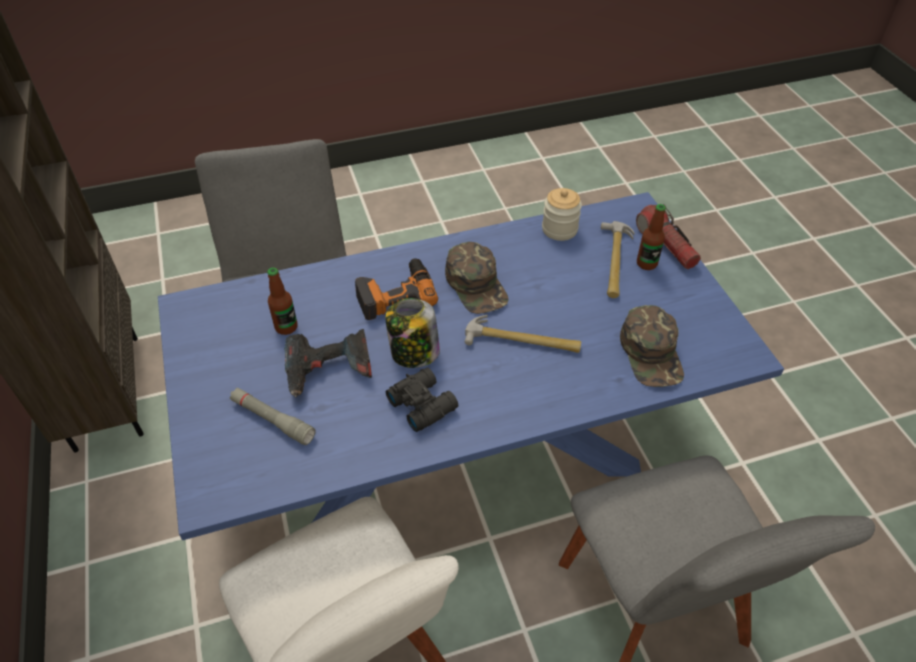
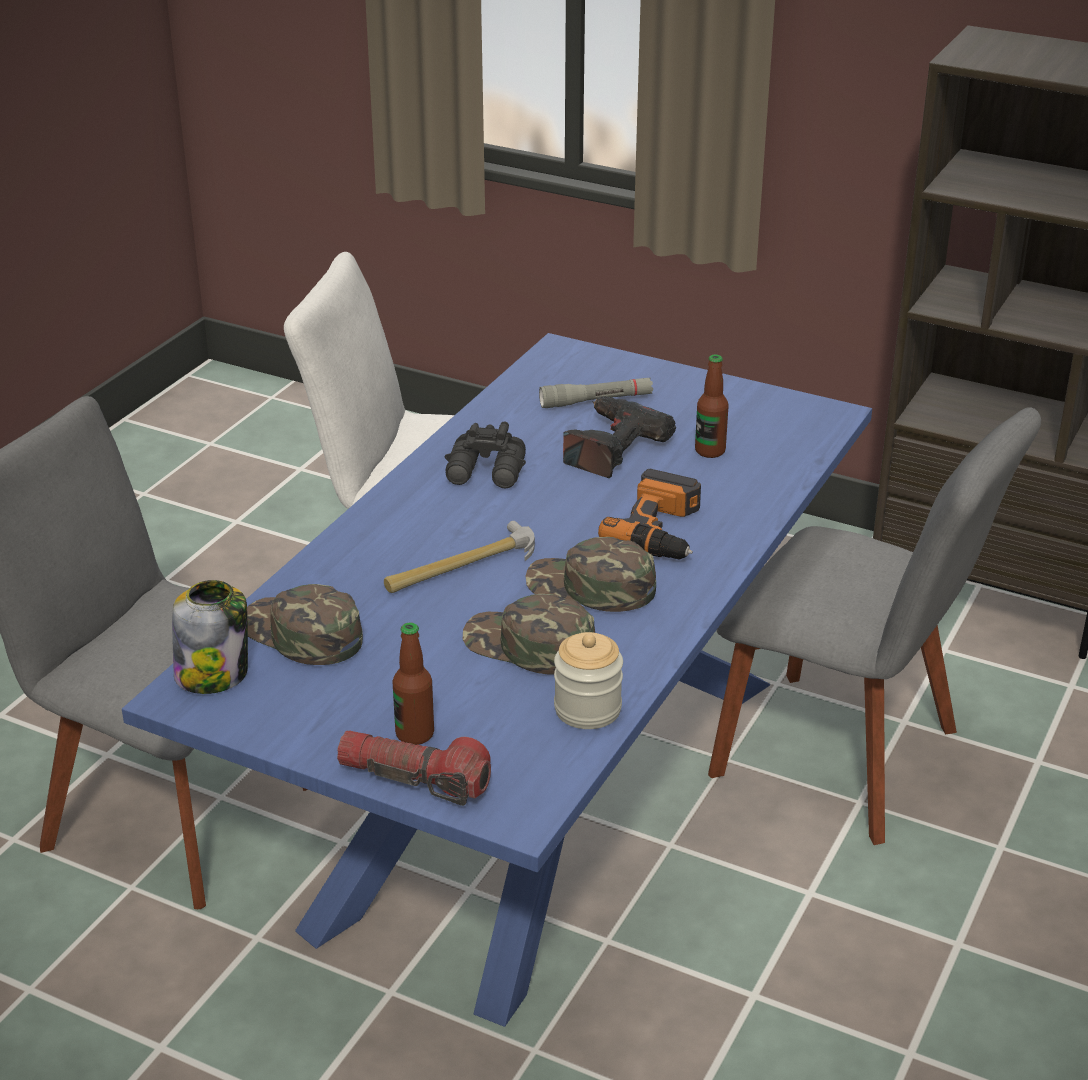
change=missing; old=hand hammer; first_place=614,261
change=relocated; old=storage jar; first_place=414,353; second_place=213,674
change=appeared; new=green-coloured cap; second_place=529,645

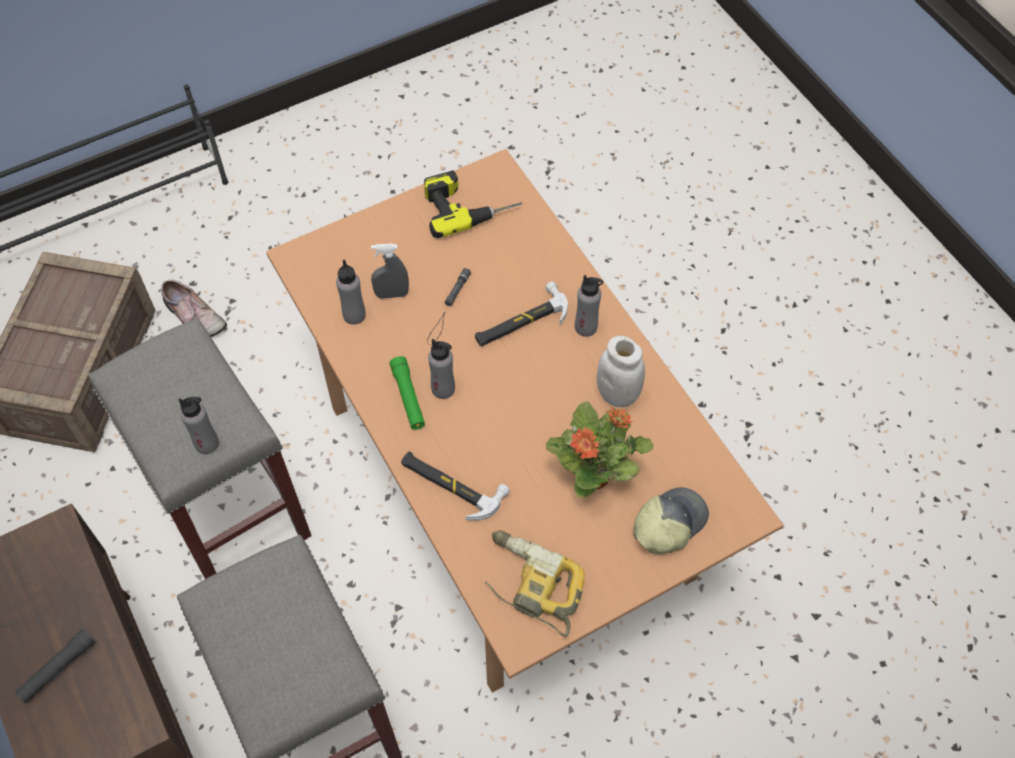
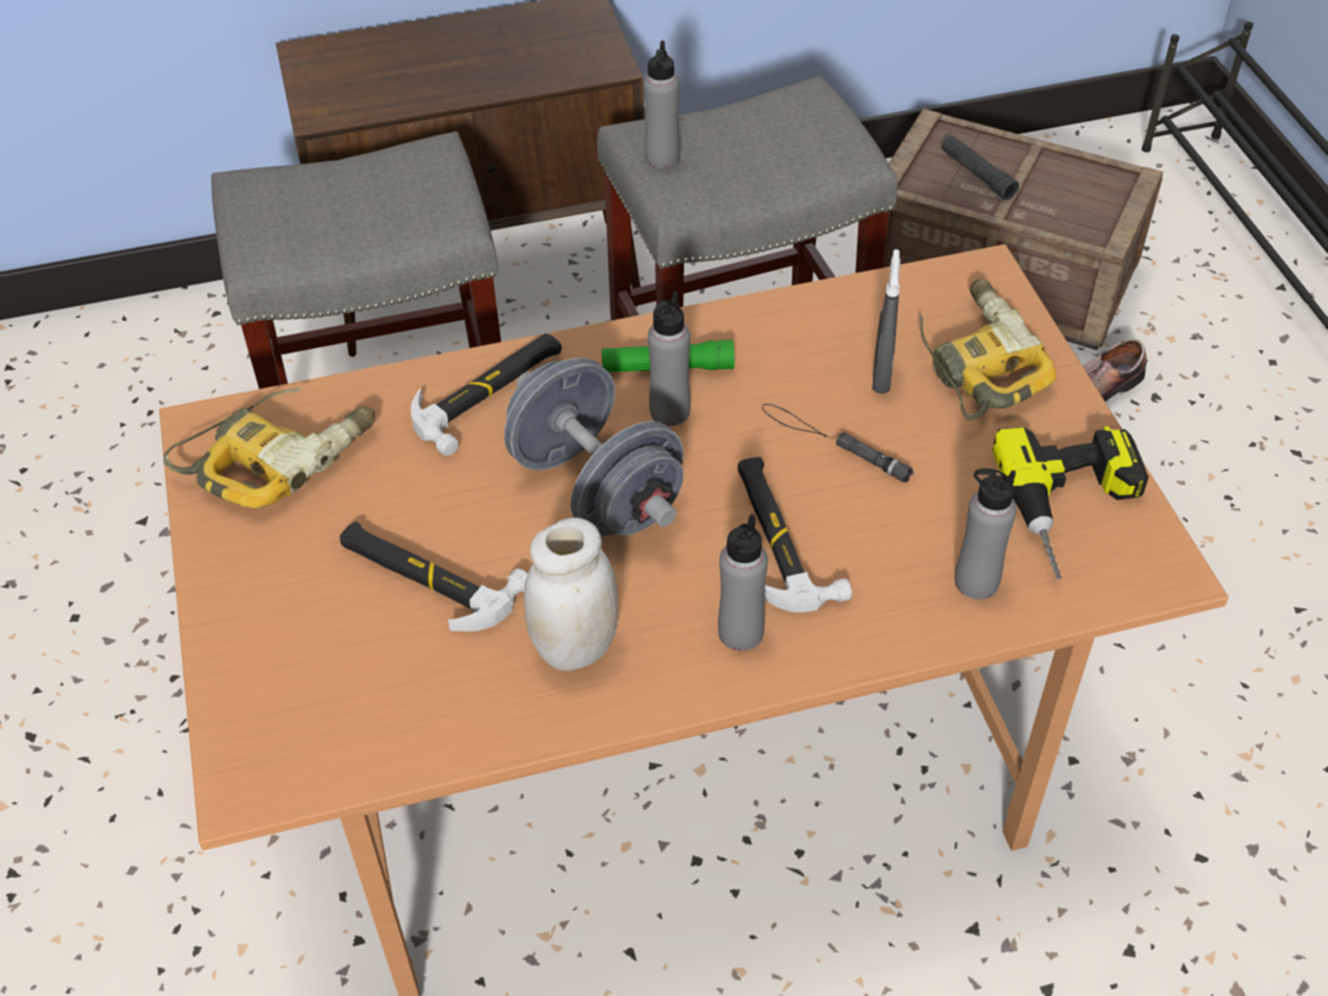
change=relocated; old=grey drink bottle; first_place=354,315; second_place=976,581
change=exchanged; old=houseplant; new=hand hammer; first_place=594,475; second_place=427,576
change=missing; old=cap; first_place=668,524
change=relocated; old=blackish torch; first_place=58,669; second_place=977,175
change=appeared; new=power drill; second_place=974,361
change=appeared; new=grey dumbbell; second_place=596,489

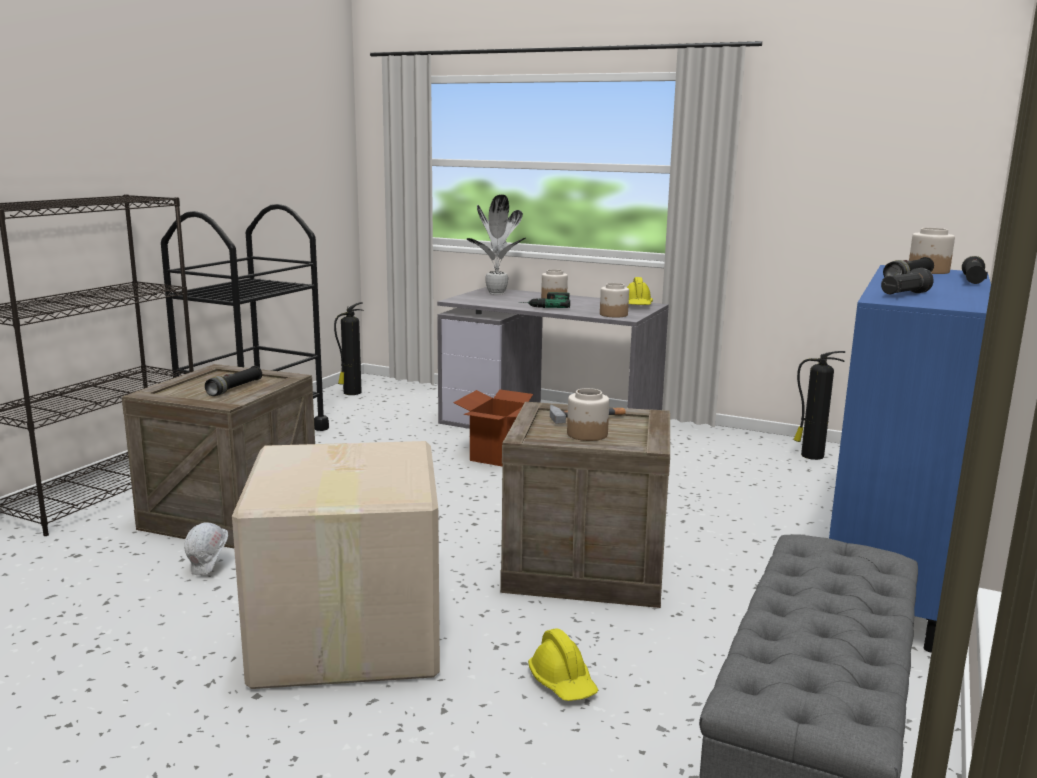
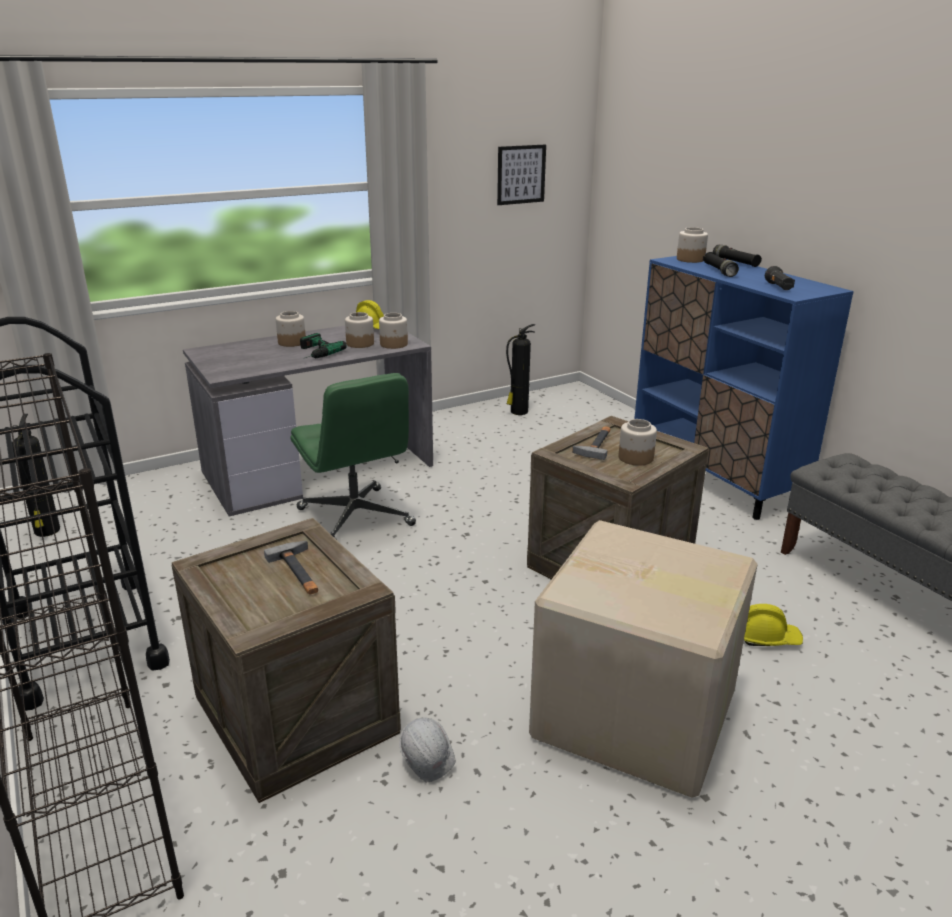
change=missing; old=houseplant; first_place=496,293
change=exchanged; old=blackish torch; new=hand hammer; first_place=235,388; second_place=300,572
change=exchanged; old=cardboard box; new=green-coloured computer chair; first_place=499,456; second_place=356,518
change=appeared; new=wall picture; second_place=521,174
change=appeared; new=storage jar; second_place=360,343

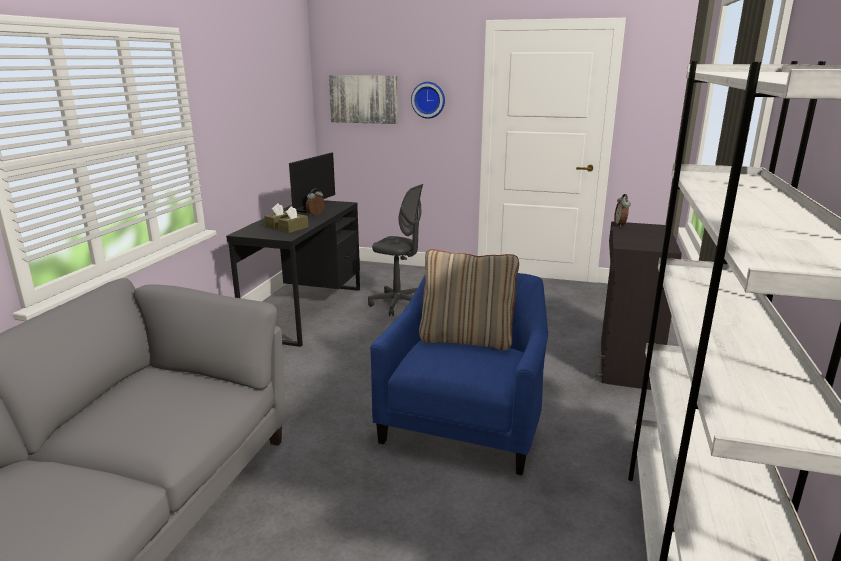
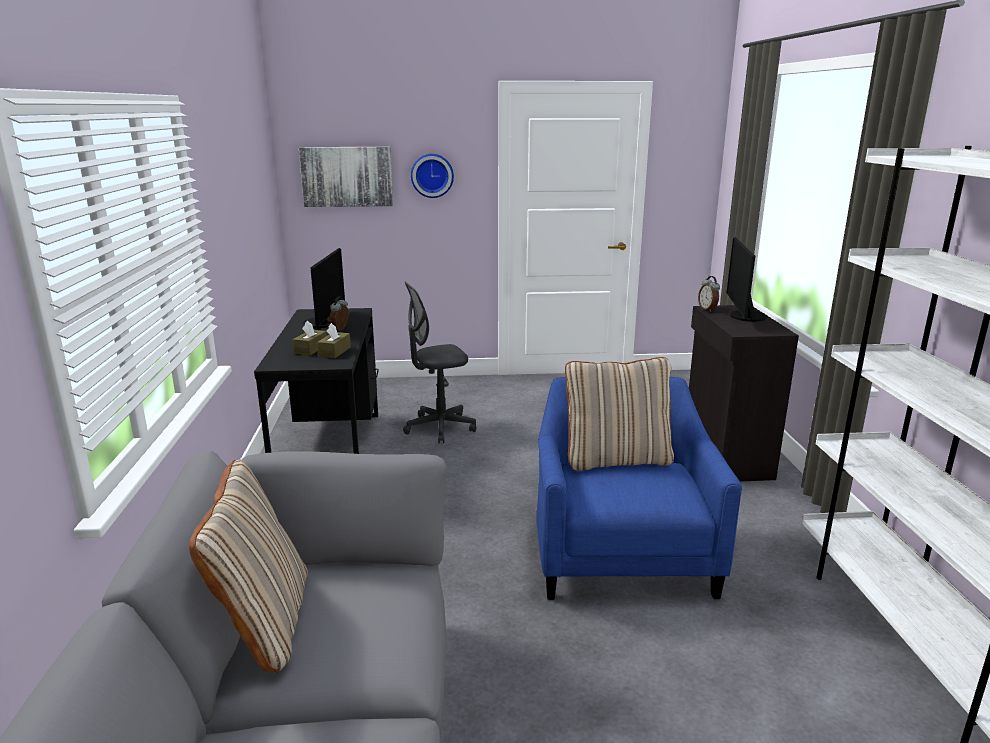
change=spun; old=grey computer chair; first_place=398,304; second_place=440,428; degrees=150
change=appeared; new=monitor; second_place=743,316
change=appeared; new=sand-coloured pillow; second_place=264,622

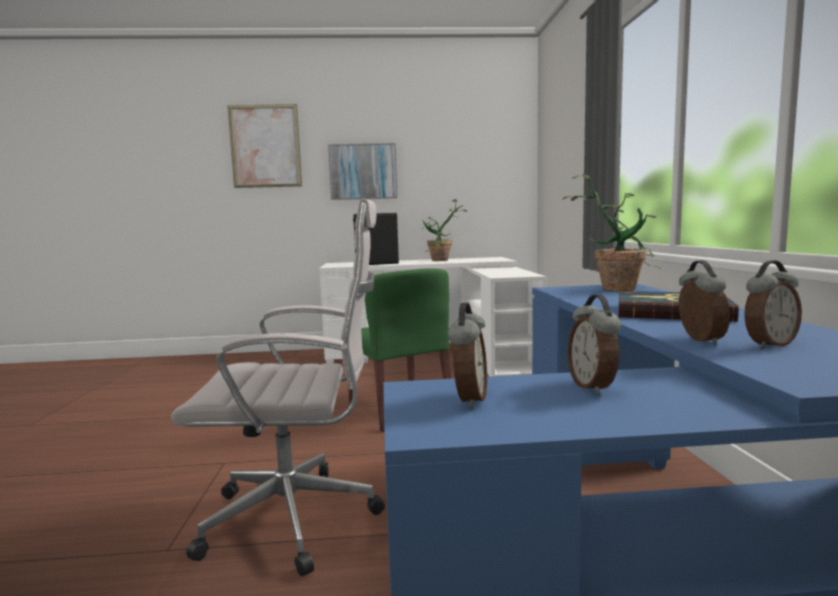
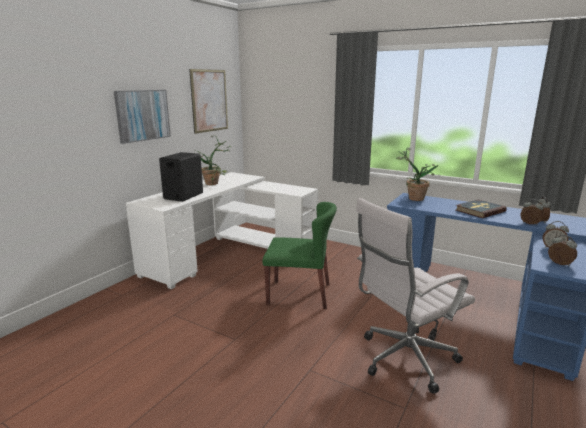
change=relocated; old=wall picture; first_place=265,146; second_place=209,100
change=spun; old=white computer chair; first_place=299,518; second_place=403,360; degrees=-150

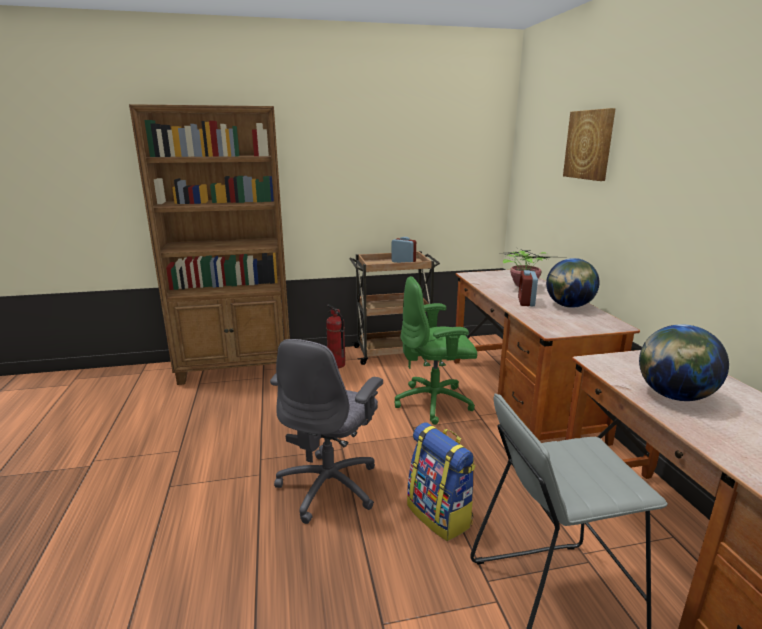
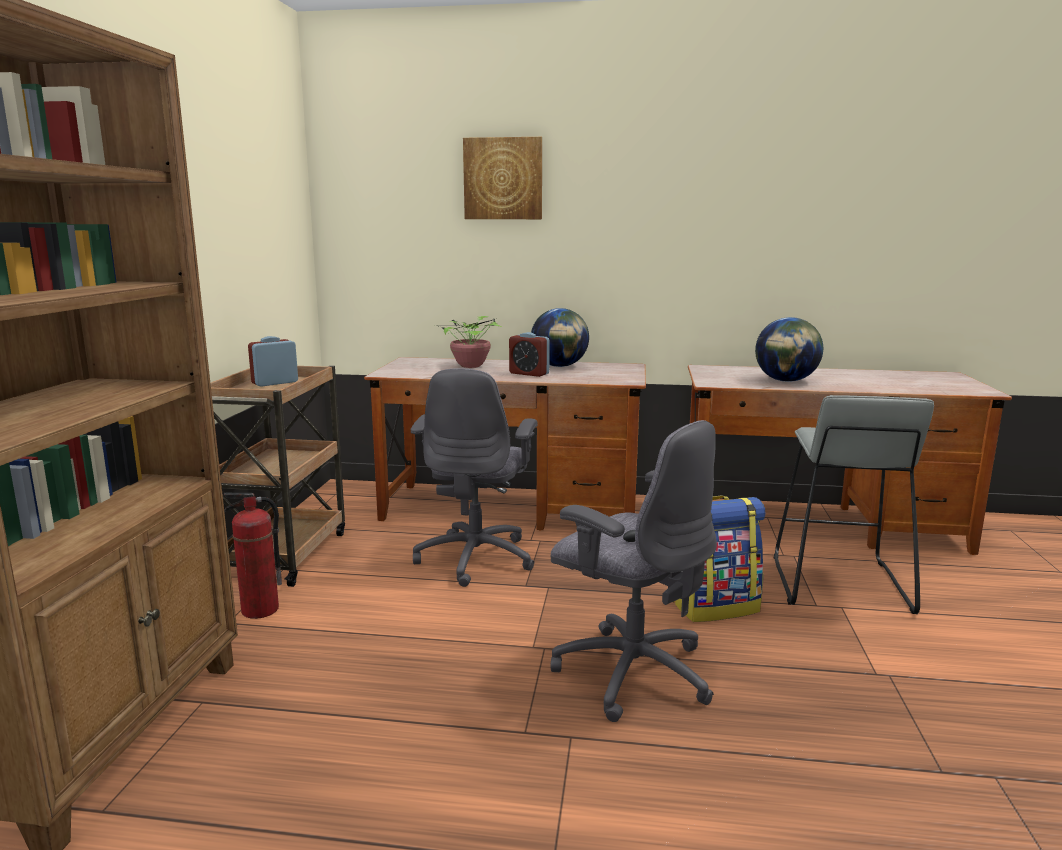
change=colour; old=green-coloured computer chair; new=grey computer chair; first_place=435,403; second_place=476,558

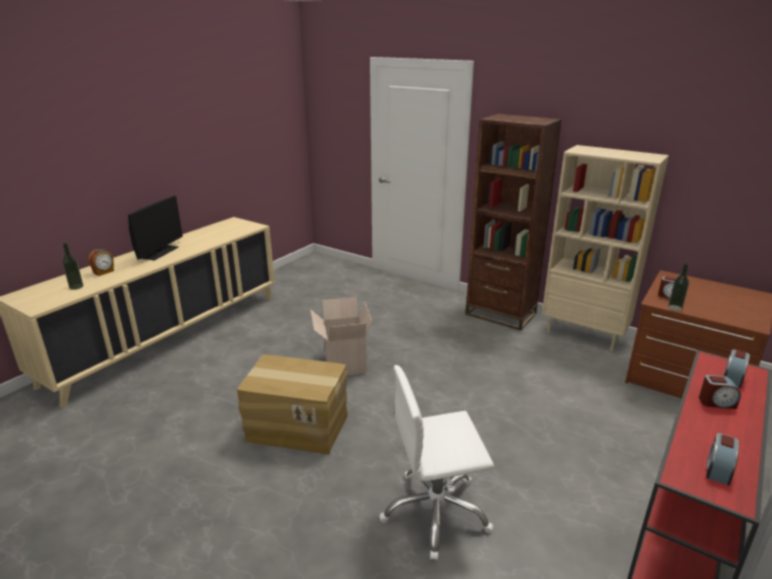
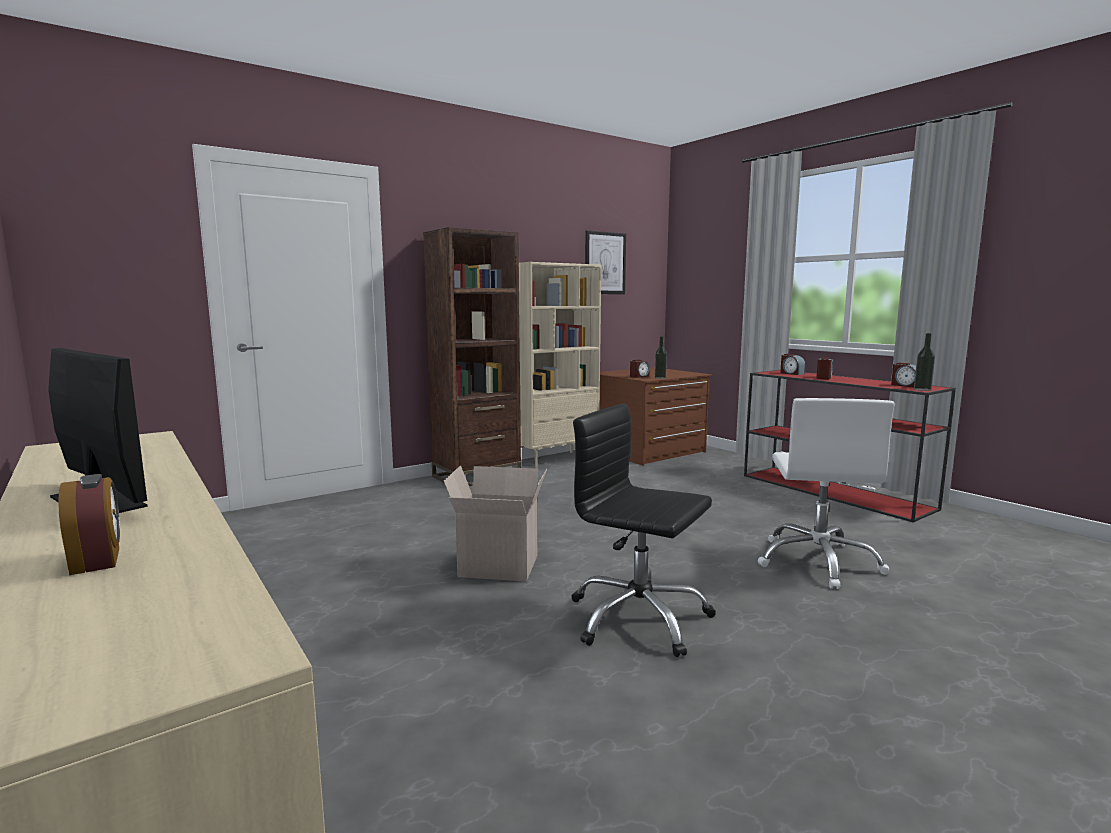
change=relocated; old=drink bottle; first_place=76,287; second_place=922,389
change=exchanged; old=cardboard box; new=blackish computer chair; first_place=298,426; second_place=638,618
change=appeared; new=wall picture; second_place=605,263

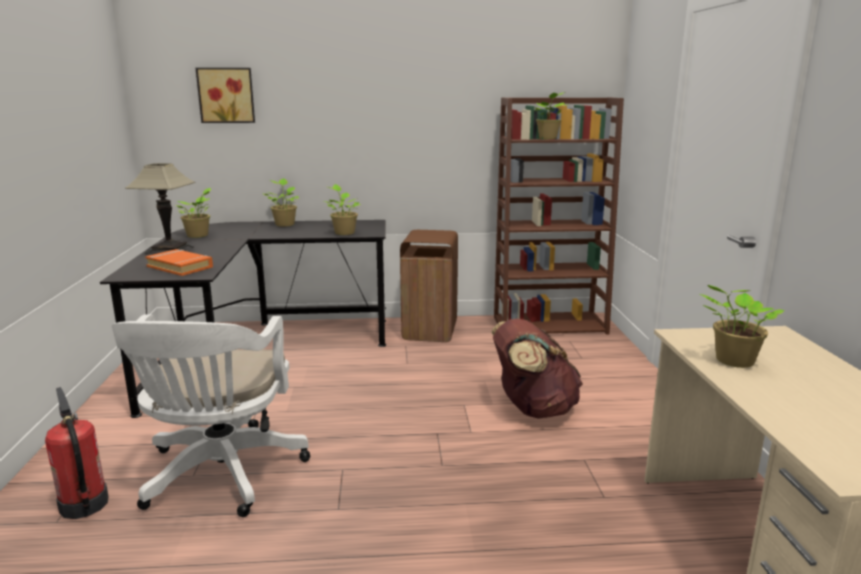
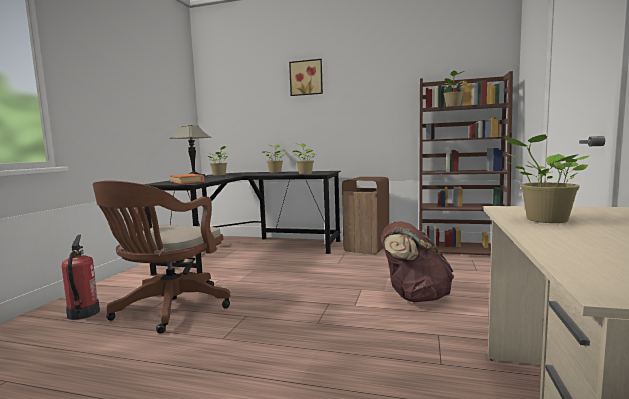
change=relocated; old=wall picture; first_place=226,95; second_place=306,78
change=colour; old=white computer chair; new=brownish computer chair; first_place=220,476; second_place=168,309

